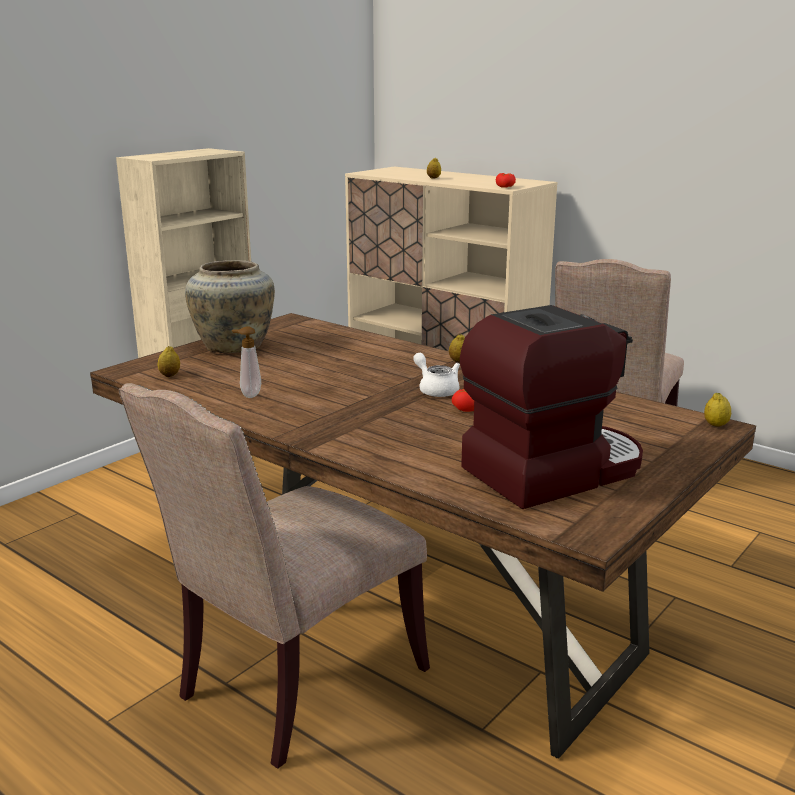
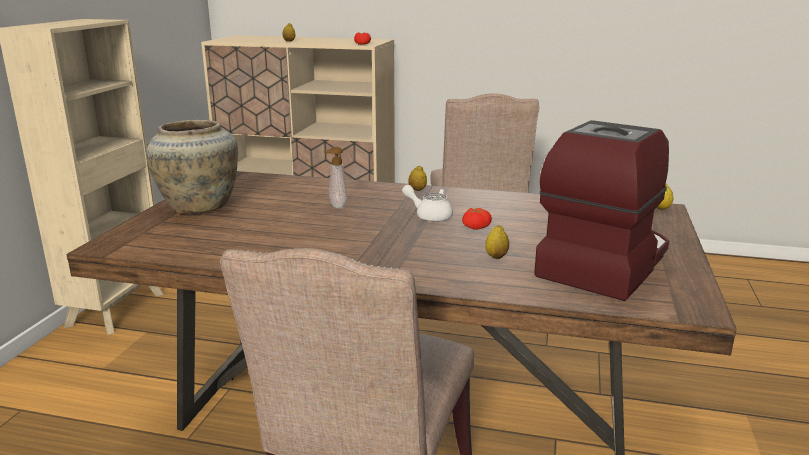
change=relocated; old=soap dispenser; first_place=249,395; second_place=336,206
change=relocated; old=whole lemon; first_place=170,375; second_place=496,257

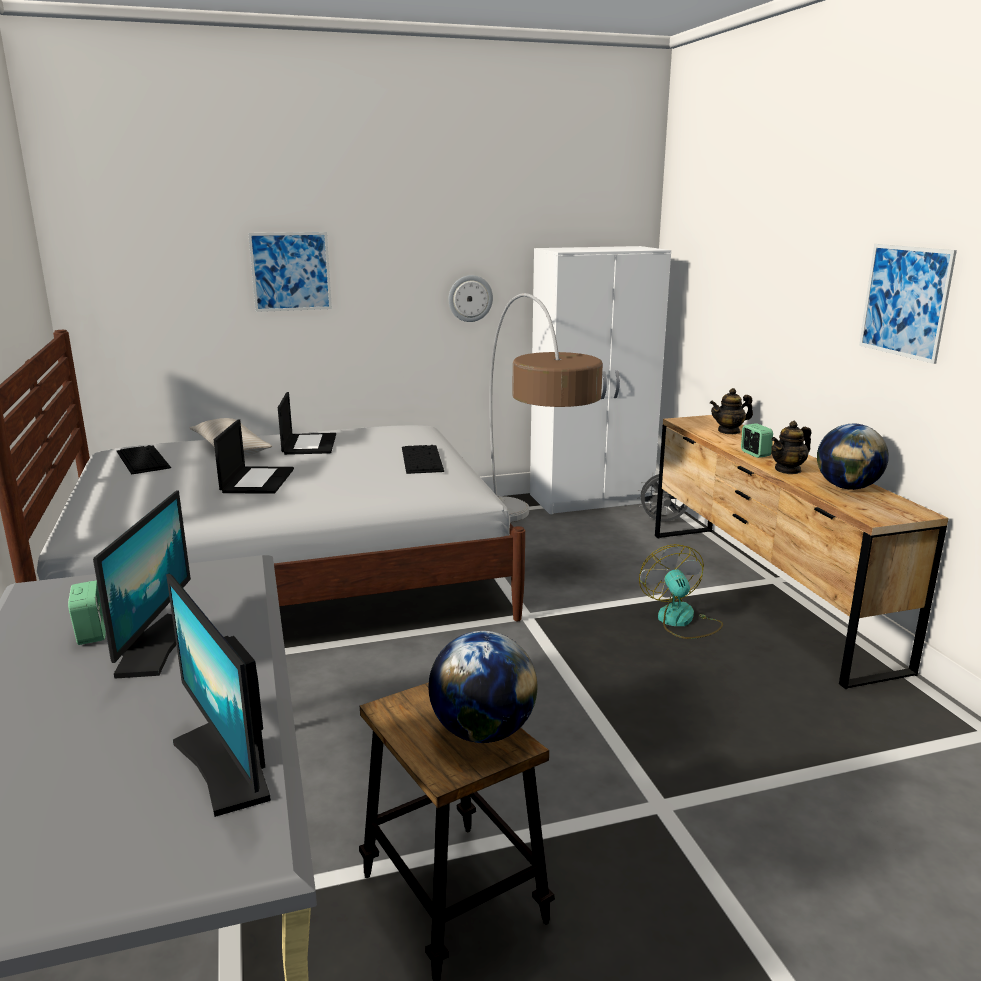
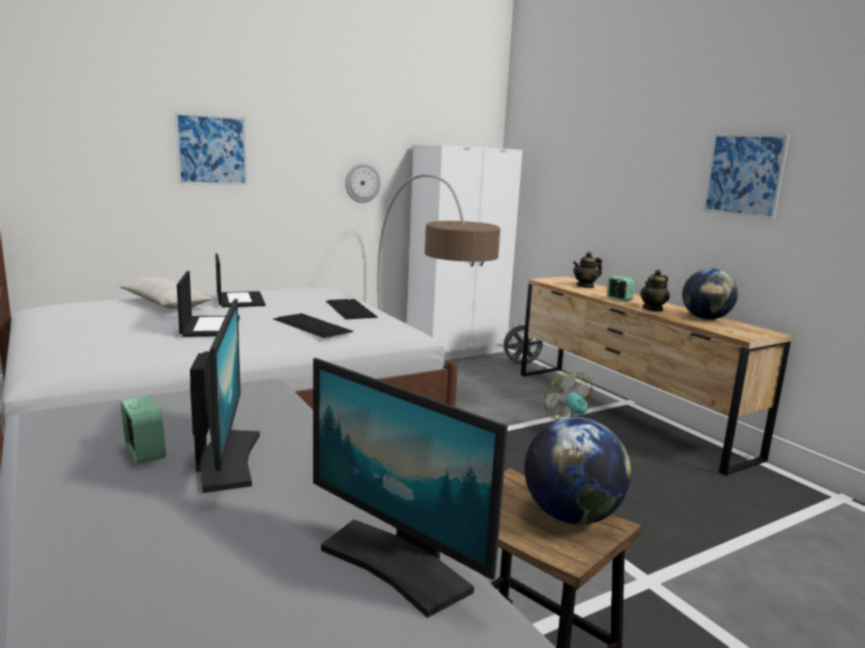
change=relocated; old=computer keyboard; first_place=142,459; second_place=311,325

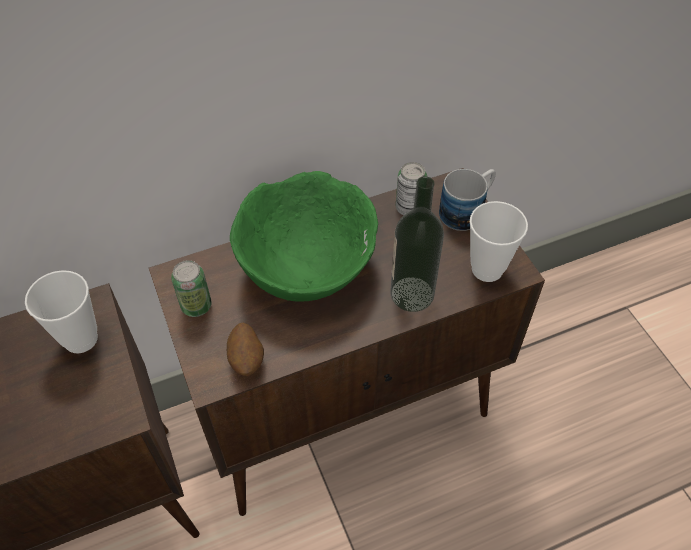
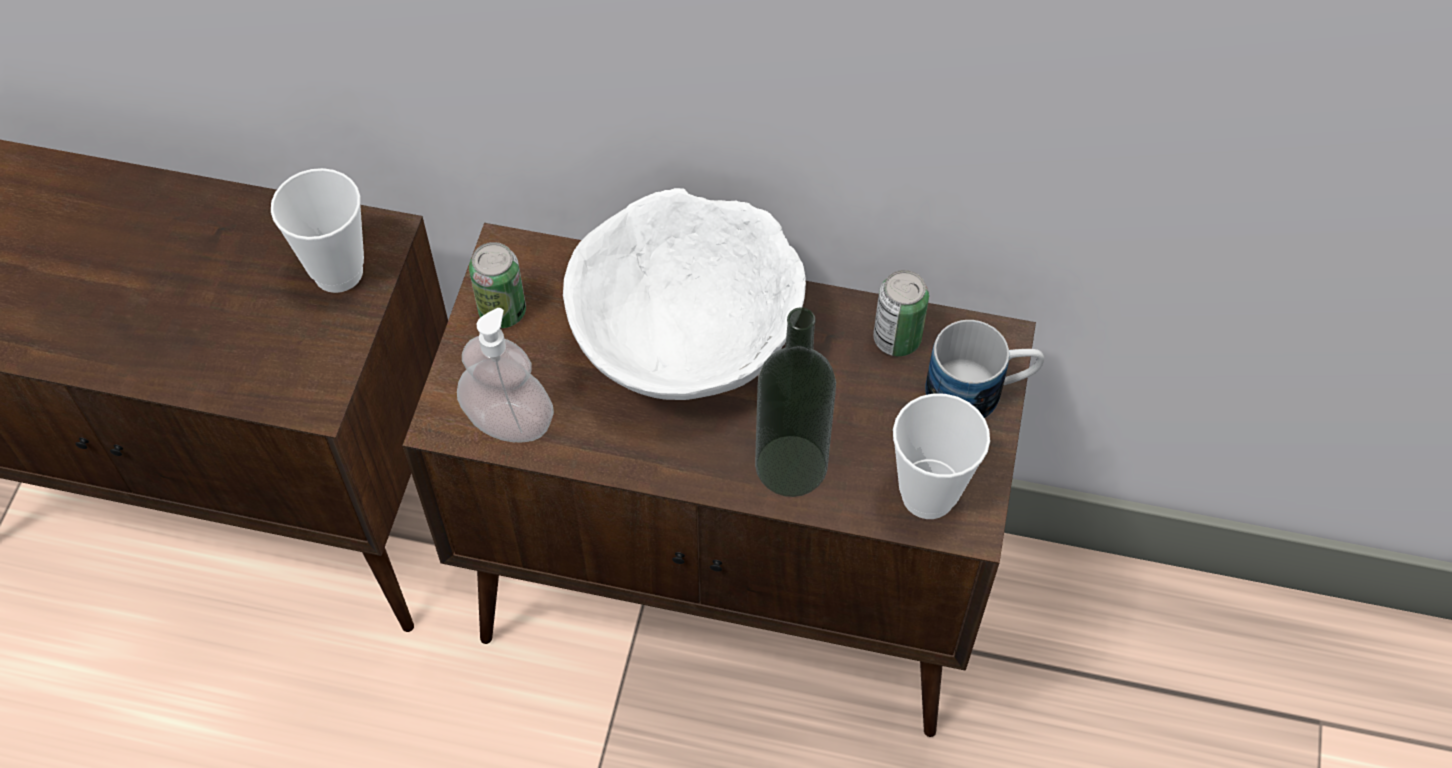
change=colour; old=green-coloured bowl; new=white bowl; first_place=308,265; second_place=686,340
change=exchanged; old=spud; new=soap dispenser; first_place=247,359; second_place=509,421

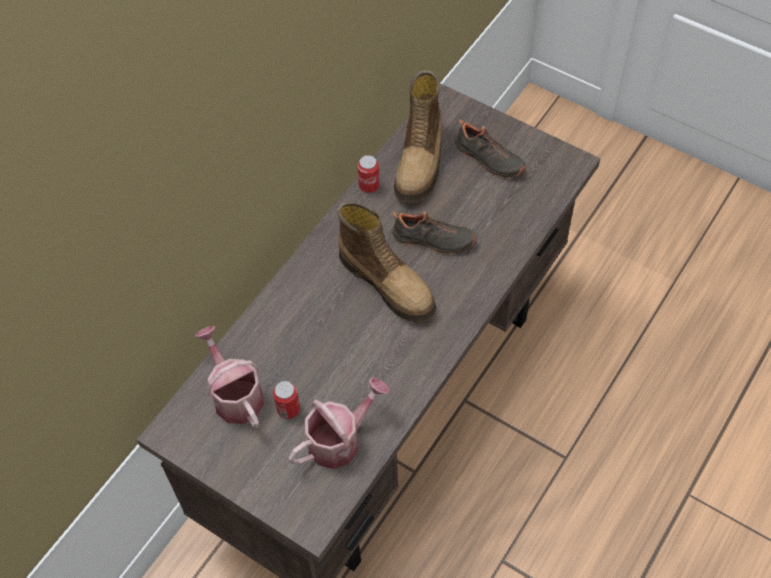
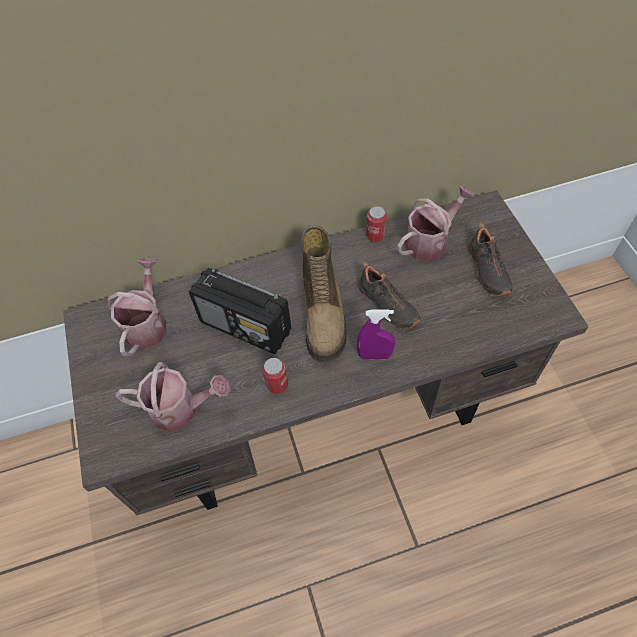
change=exchanged; old=high-top boot; new=sprinkling can; first_place=421,162; second_place=430,241
change=relocated; old=metal can; first_place=288,409; second_place=277,384
change=appeared; new=radio; second_place=246,327
change=appeared; new=purplish spray bottle; second_place=374,355

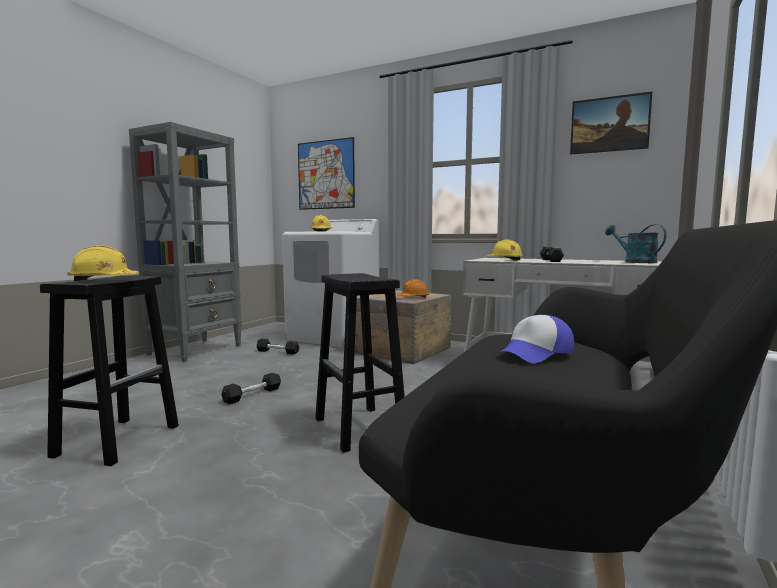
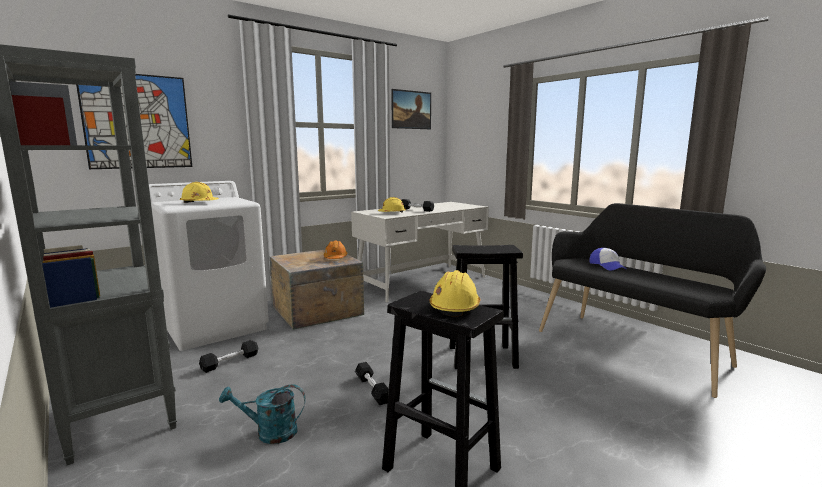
change=relocated; old=blue-green sprinkling can; first_place=635,262; second_place=269,433

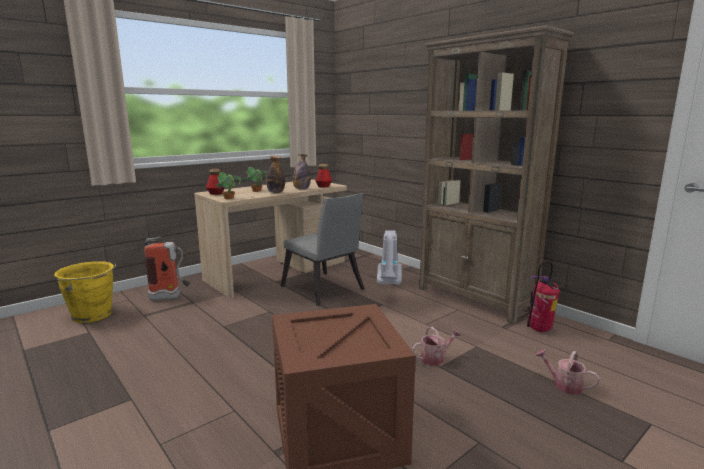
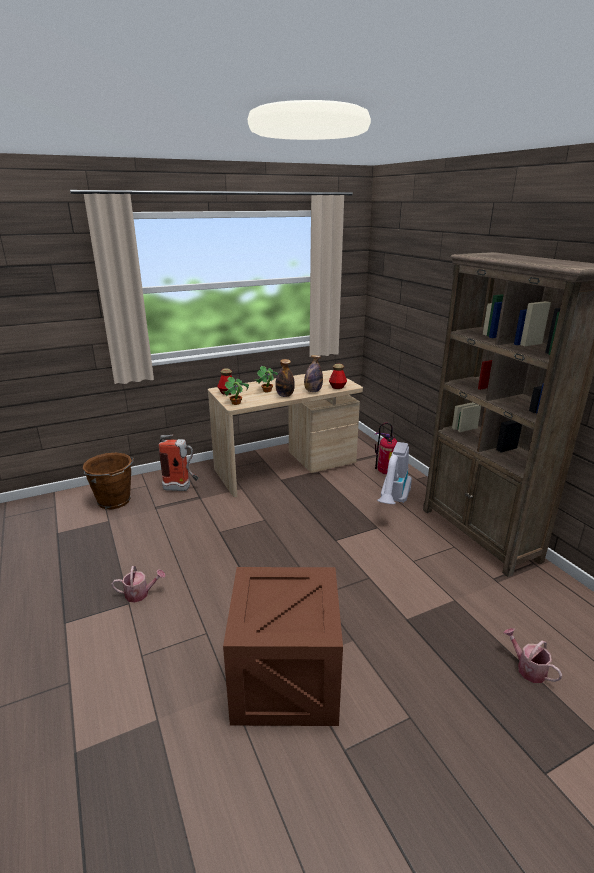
change=missing; old=grey plain chair; first_place=324,290
change=colour; old=yellowish pail; new=brownish pail; first_place=93,315; second_place=114,501
change=relocated; old=fire extinguisher; first_place=539,330; second_place=385,472
change=relocated; old=sprinkling can; first_place=435,358; second_place=140,594

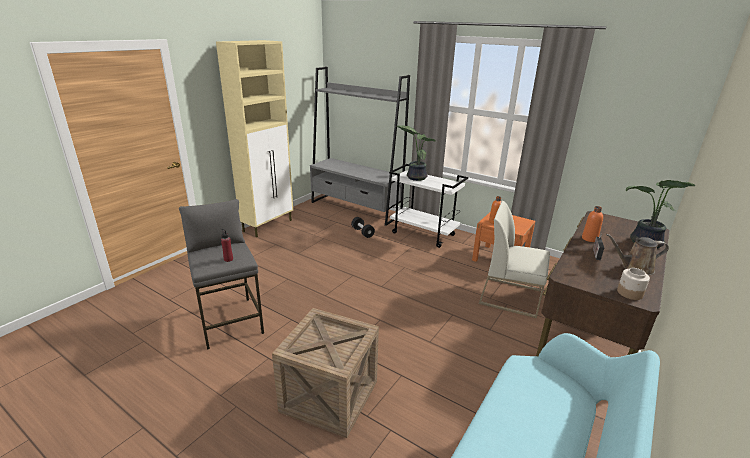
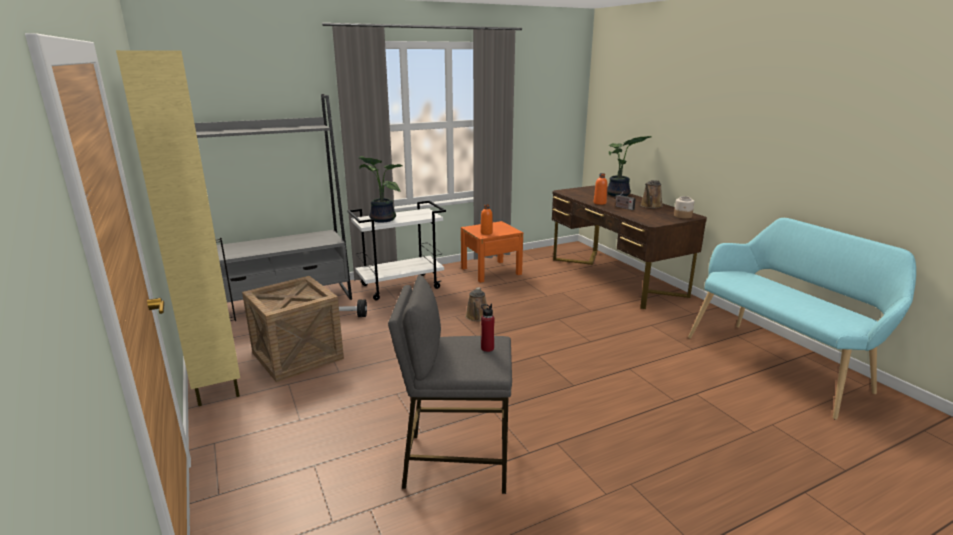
change=missing; old=white plain chair; first_place=511,296
change=relocated; old=shipping crate; first_place=329,396; second_place=297,355
change=appeared; new=brownish sprinkling can; second_place=477,317

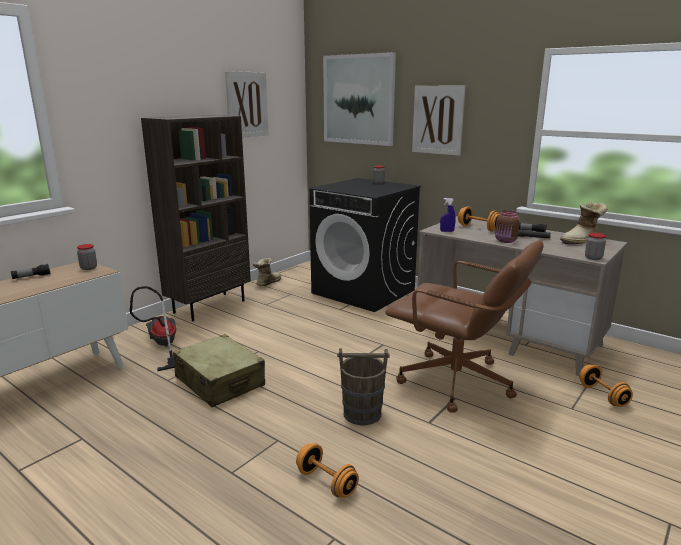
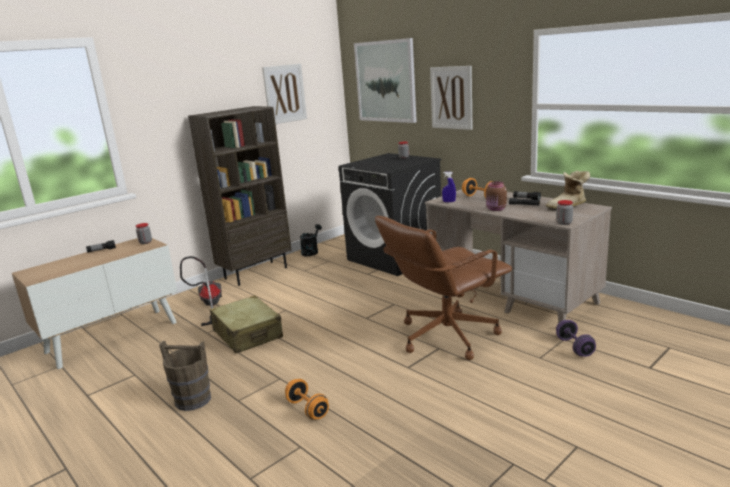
change=spun; old=brownish computer chair; first_place=456,382; second_place=446,336; degrees=105
change=exchanged; old=high-top boot; new=blackish sprinkling can; first_place=267,283; second_place=311,251
change=relocated; old=brownish pail; first_place=361,413; second_place=193,400
change=colour; old=orange dumbbell; new=purplish dumbbell; first_place=602,395; second_place=574,347

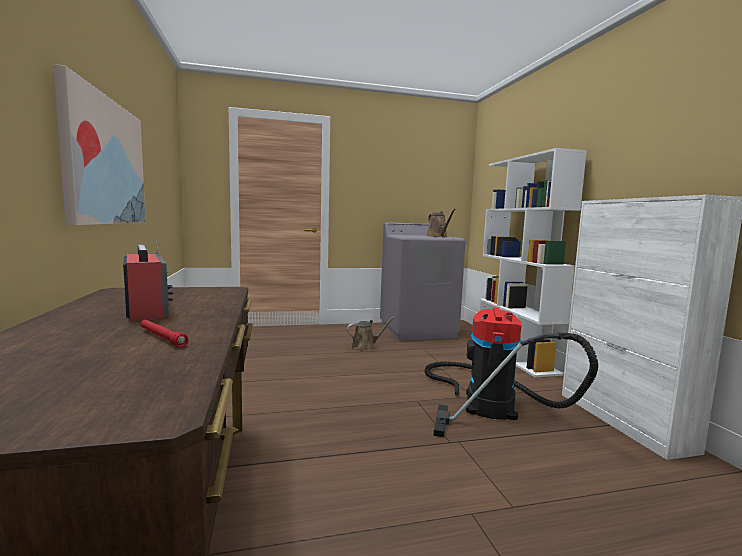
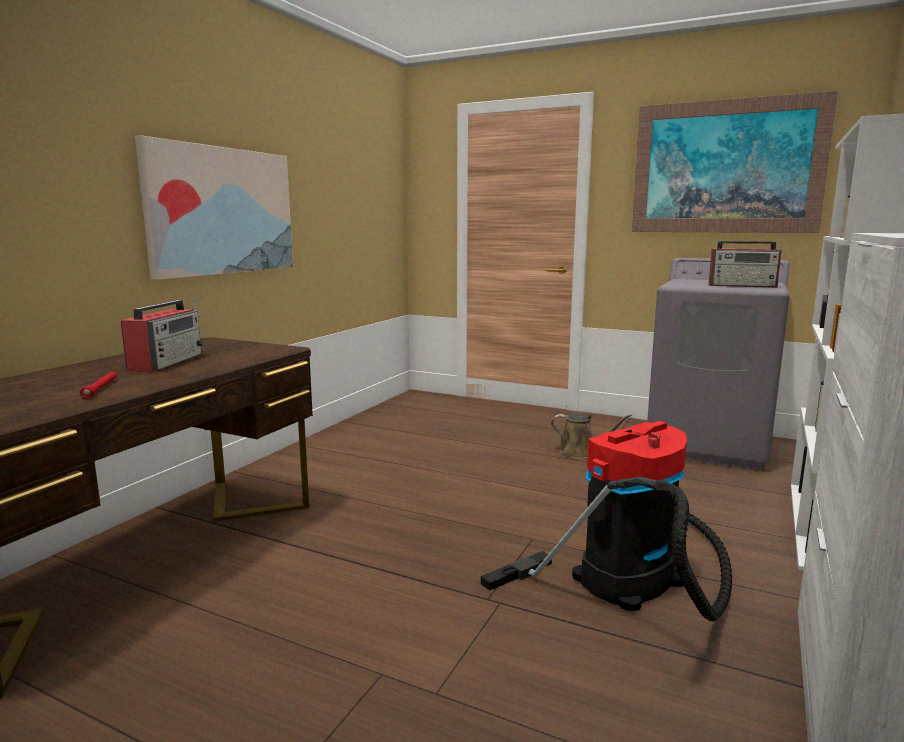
change=exchanged; old=brownish sprinkling can; new=radio; first_place=438,236; second_place=743,286
change=appeared; new=wall picture; second_place=726,167

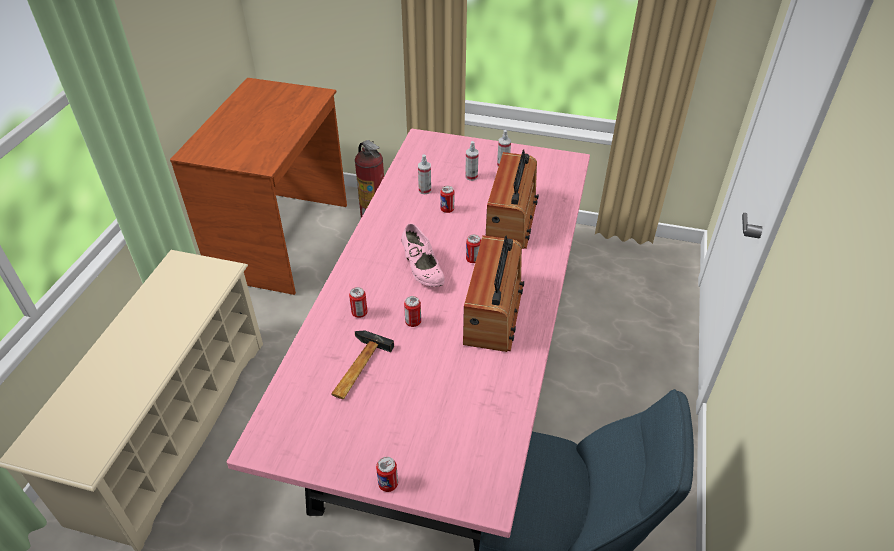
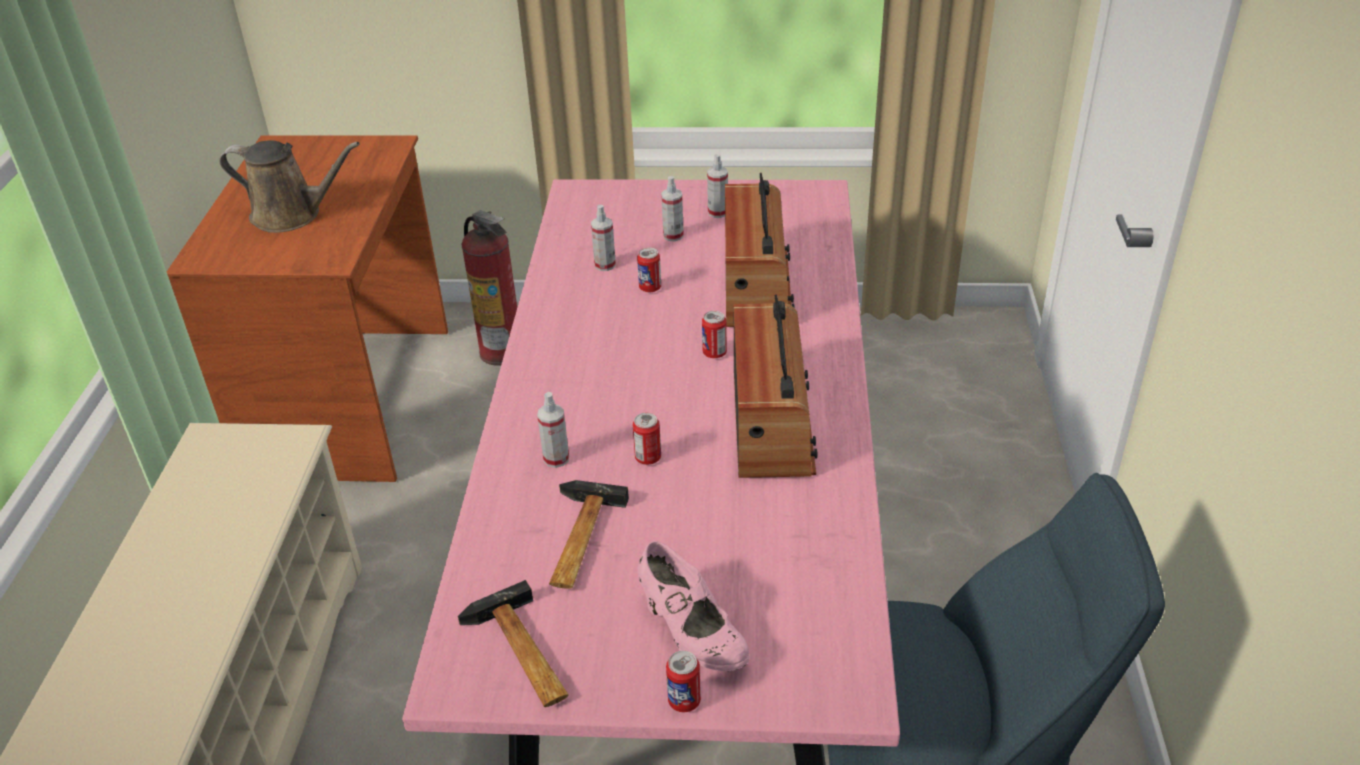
change=relocated; old=pinkish shoe; first_place=422,270; second_place=691,634
change=exchanged; old=metal can; new=spray bottle; first_place=359,313; second_place=556,458
change=appeared; new=brownish sprinkling can; second_place=292,215
change=appeared; new=hand hammer; second_place=521,655

